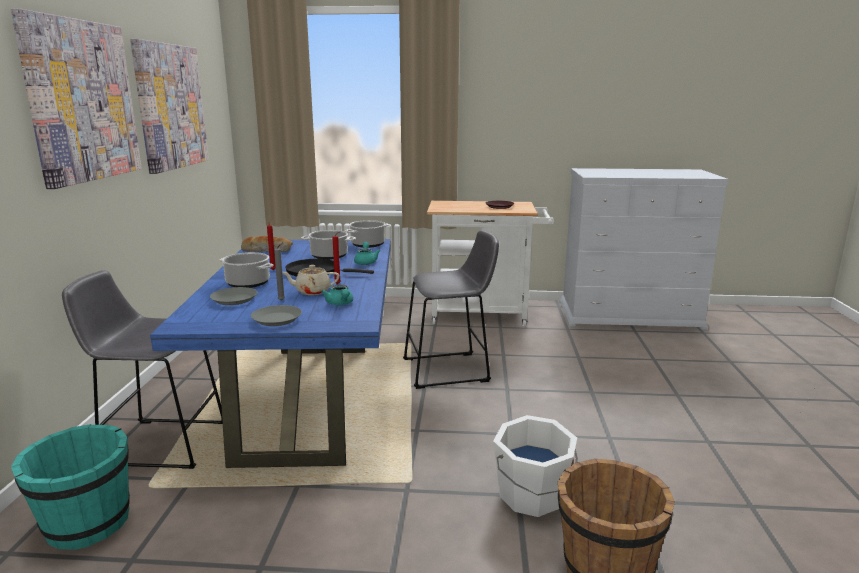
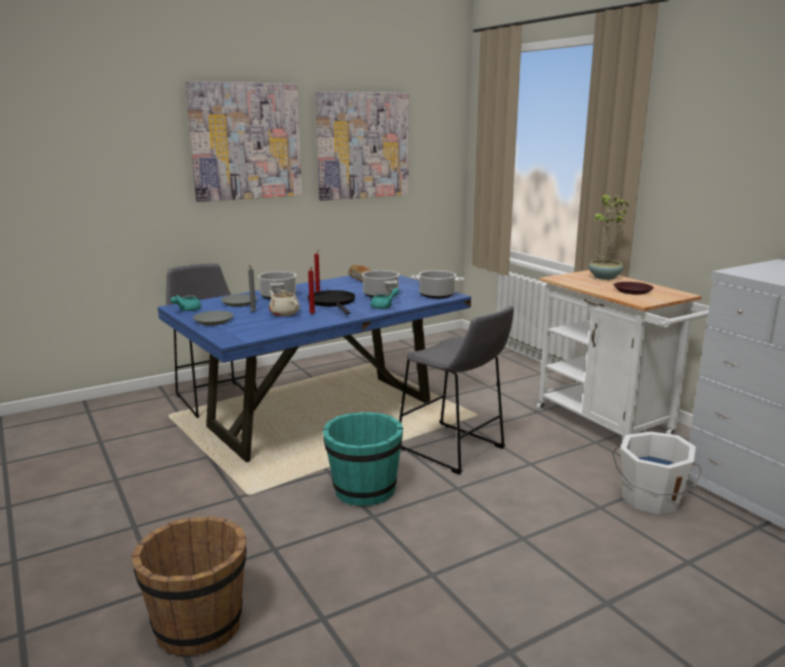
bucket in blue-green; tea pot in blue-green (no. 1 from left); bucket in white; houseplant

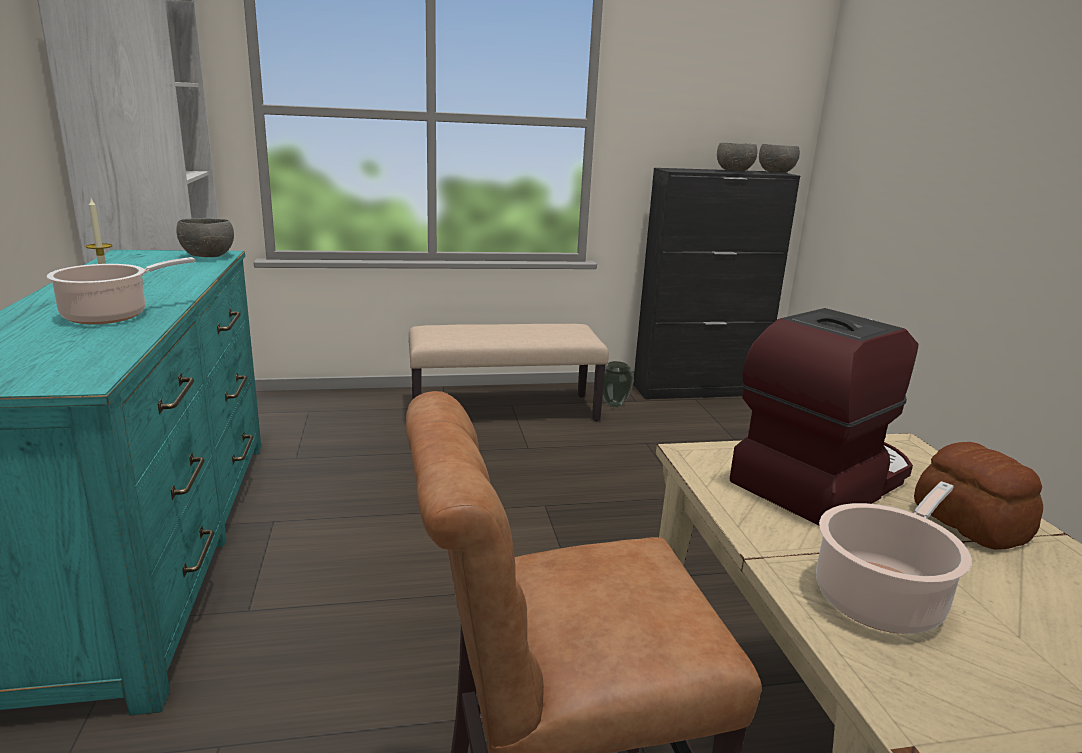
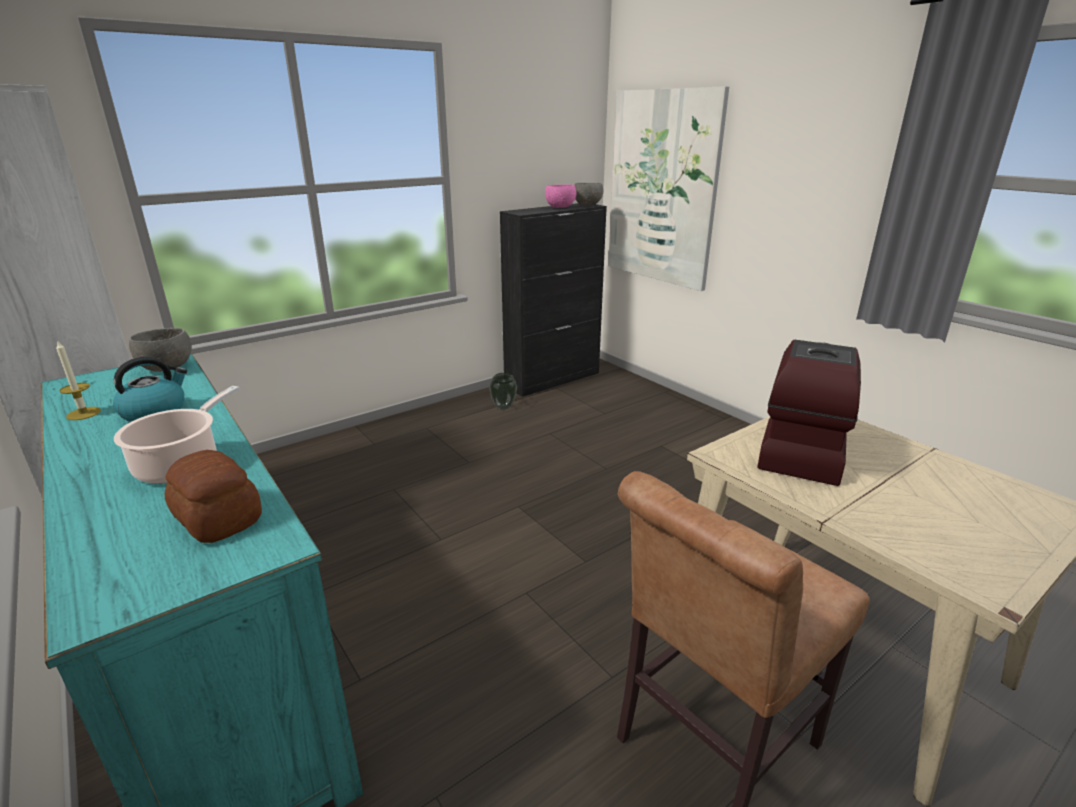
long seat in sand-coloured; serving bowl in pink; saucepot (no. 2 from left in the first image); bread; tea kettle; picture

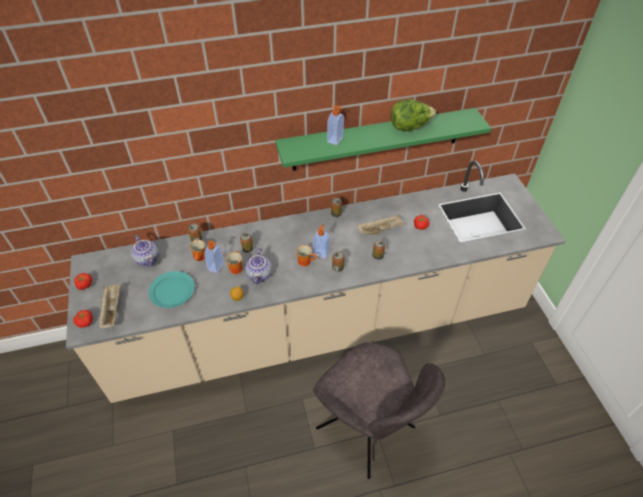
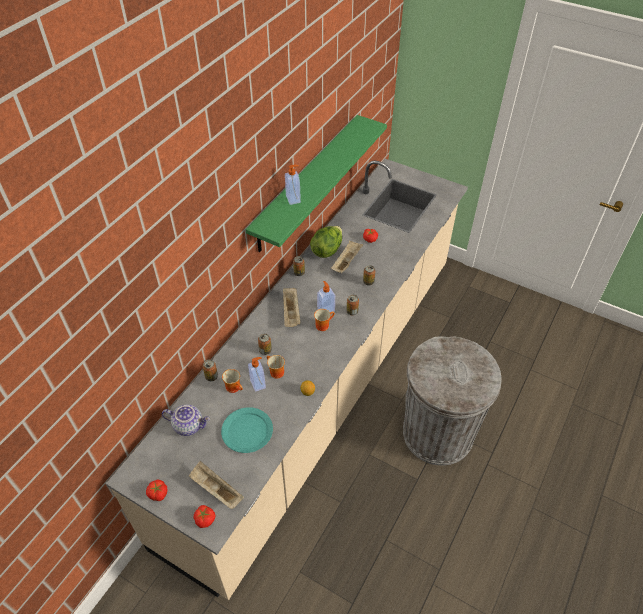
tea pot (no. 2 from left in the first image); waste bin in grey; lettuce; serving tray in sand-coloured (no. 2 from left)

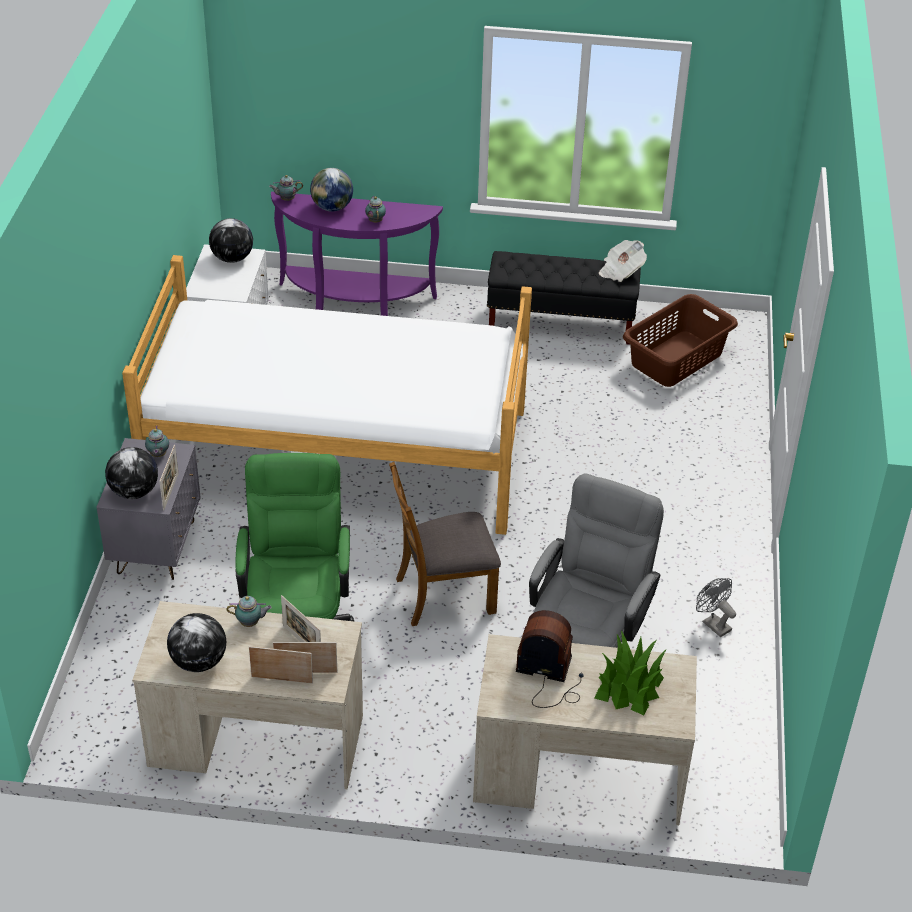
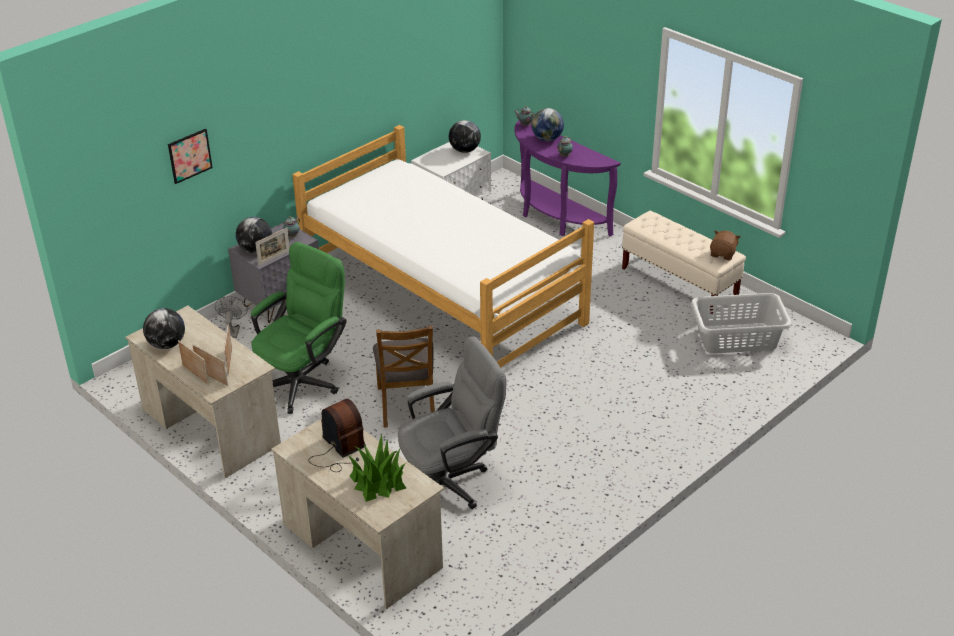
tea pot (no. 2 from left in the first image); plain chair in brownish; long seat in sand-coloured; plush toy in brownish; laundry basket in grey; fan in grey; picture

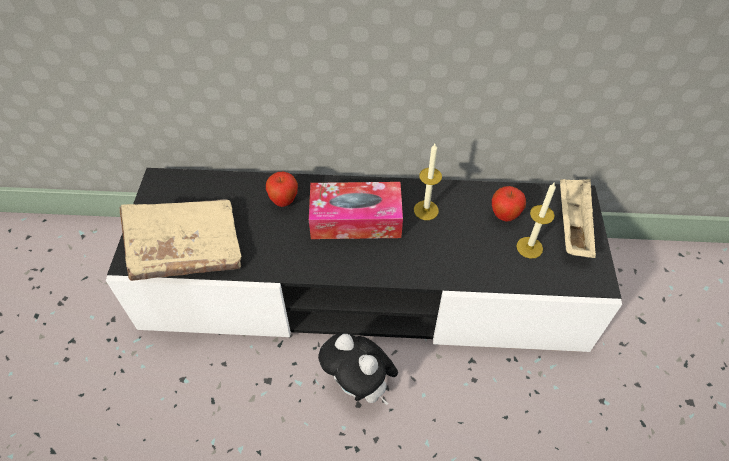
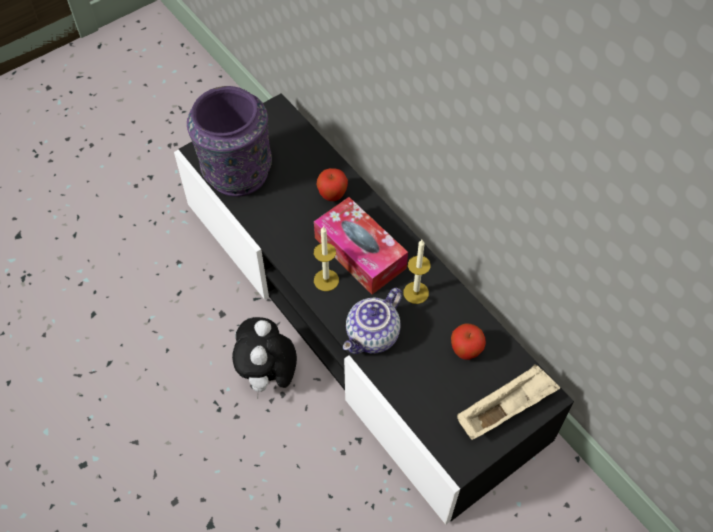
vase in purplish; wax light (no. 1 from left); tea pot

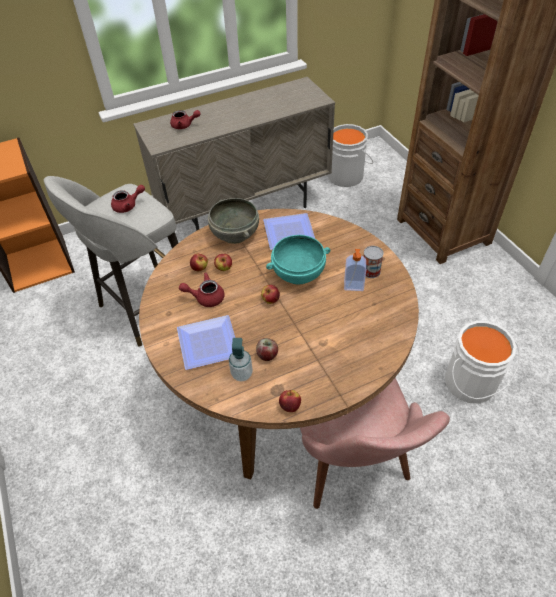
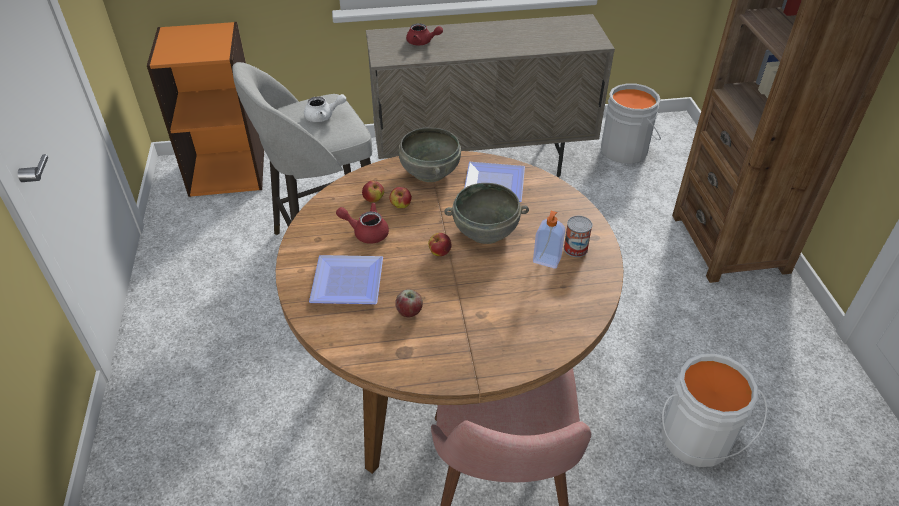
tea pot in white; soap bottle (no. 1 from left in the first image); serving bowl in grey (no. 2 from left); apple (no. 5 from left in the first image)

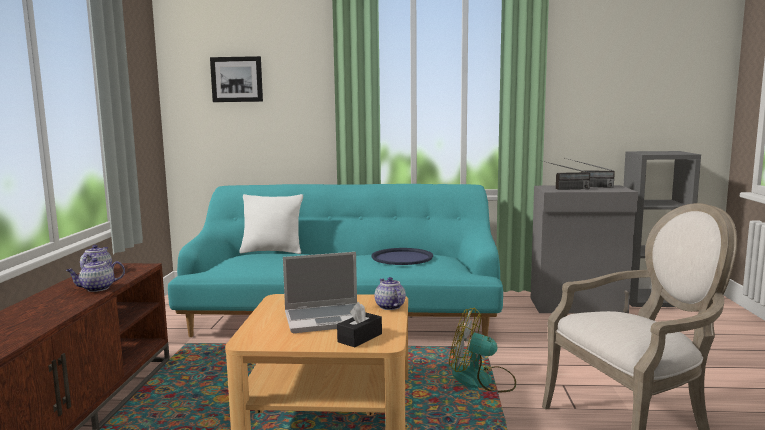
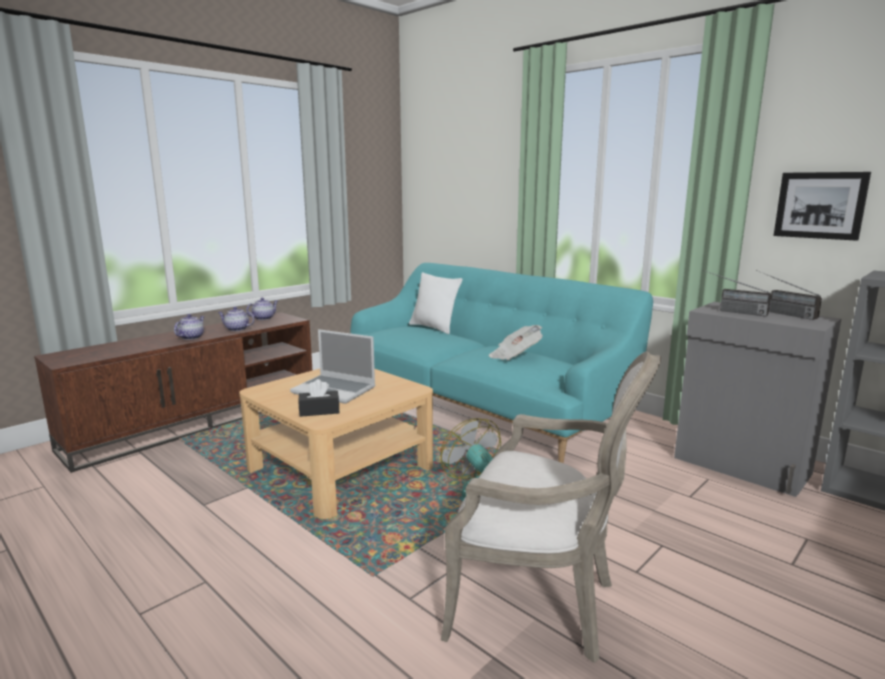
picture; printed paper; tea pot (no. 1 from left)

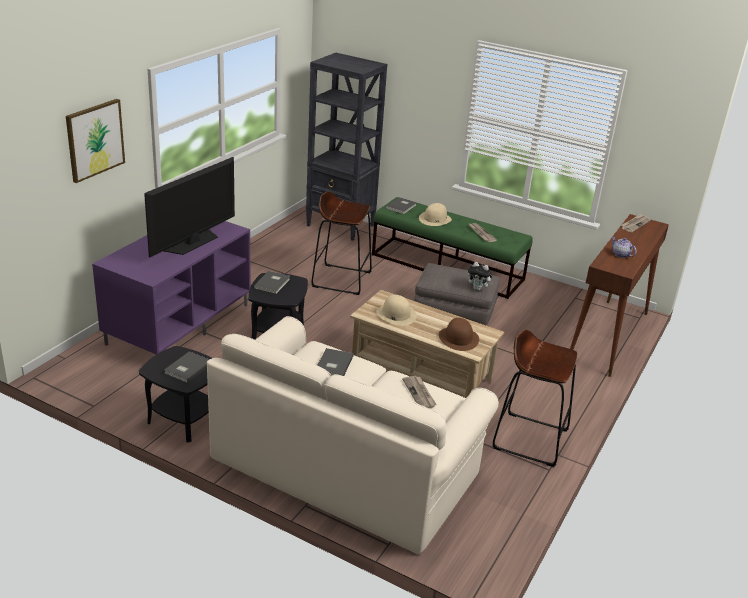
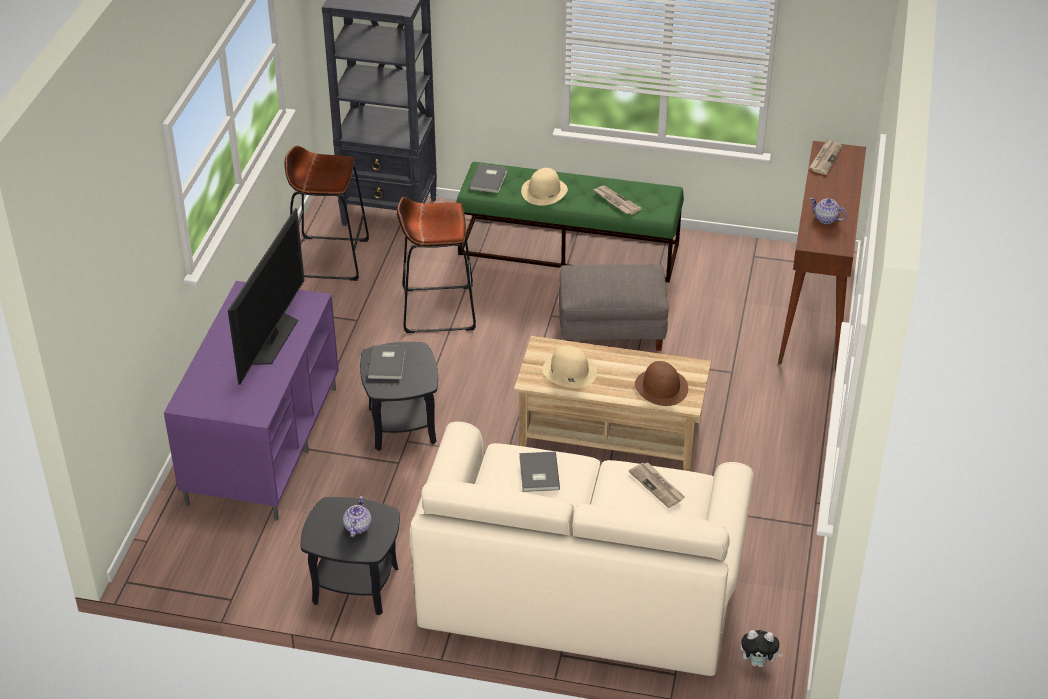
picture; tea pot (no. 1 from left); plush toy; stool in brownish (no. 1 from left)

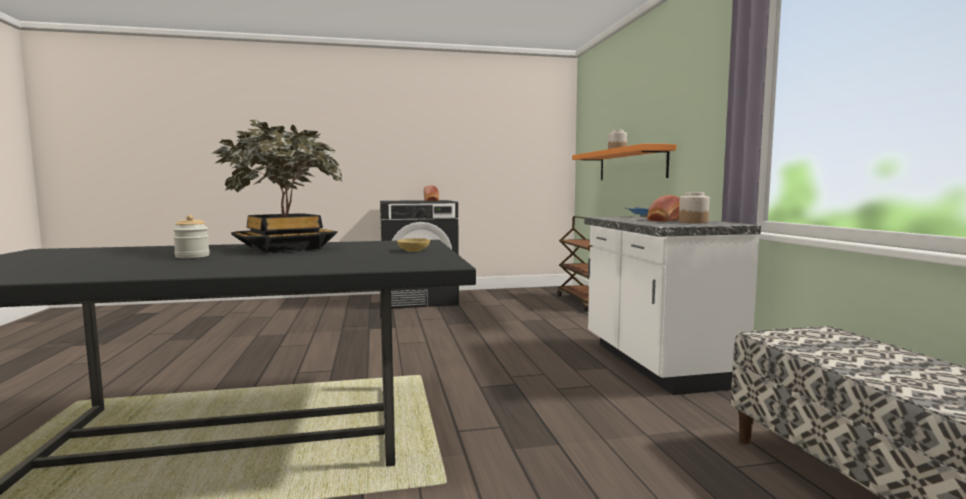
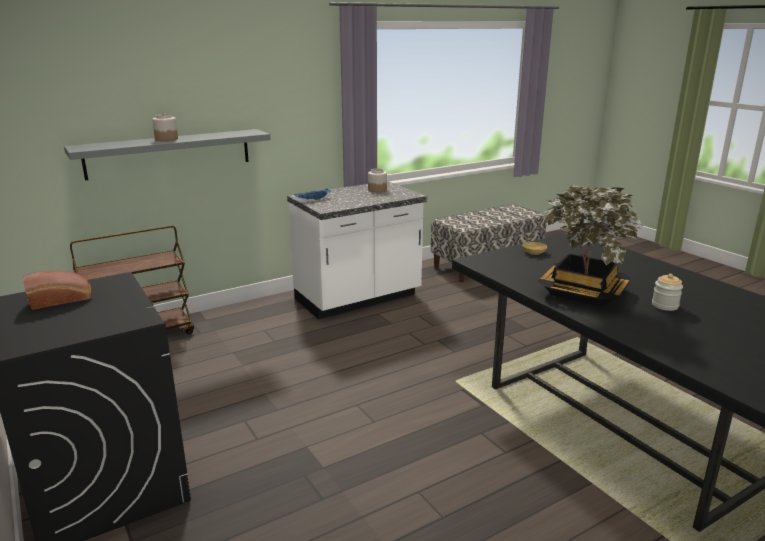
shelf in grey; bread (no. 2 from left in the first image)

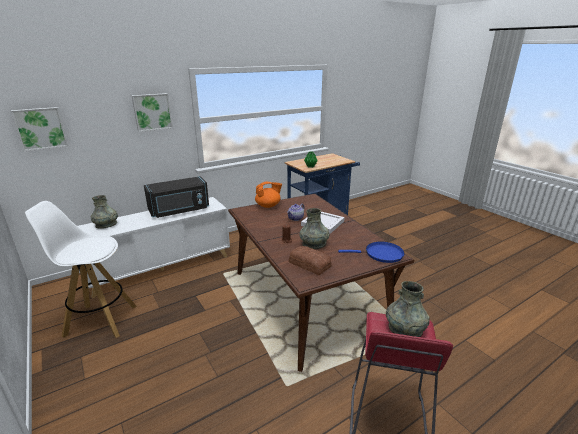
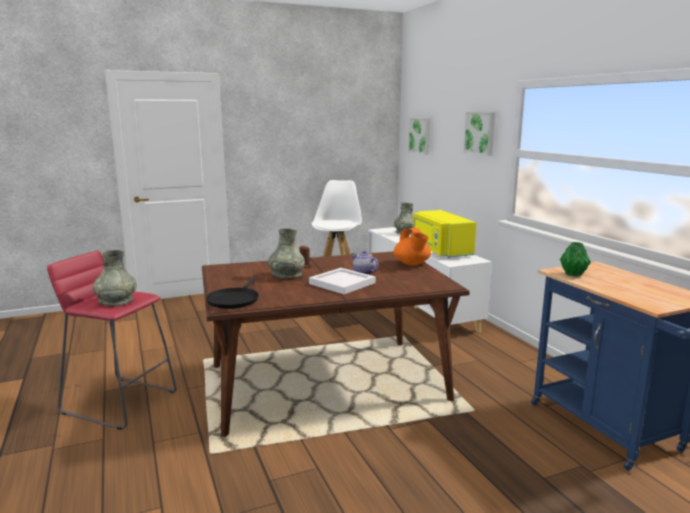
microwave oven in yellow; bread; pan in blackish

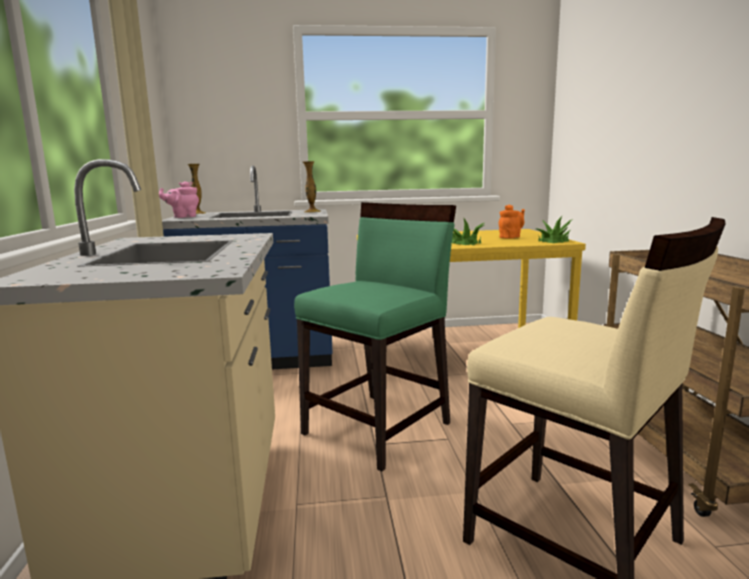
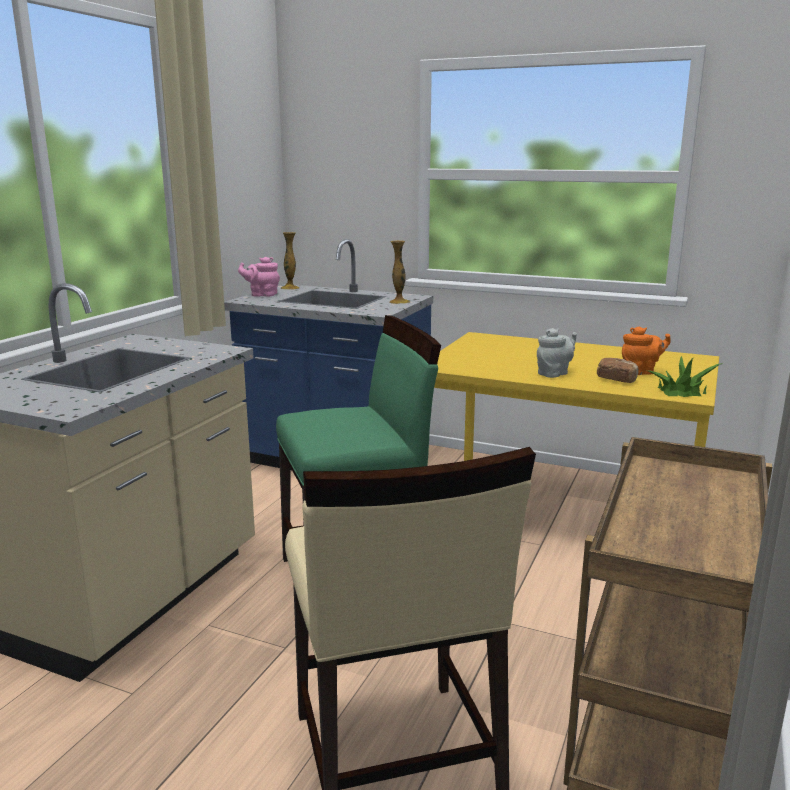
tea pot in grey; bread

